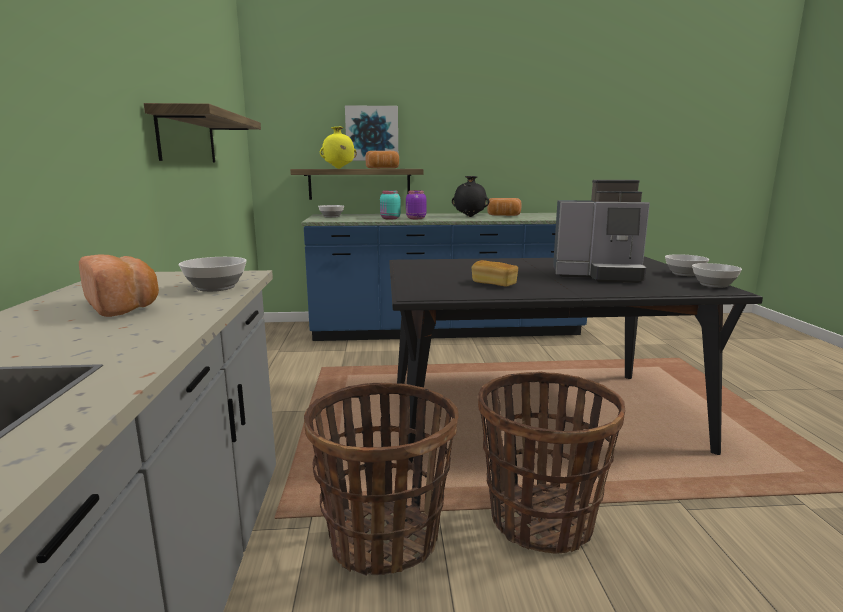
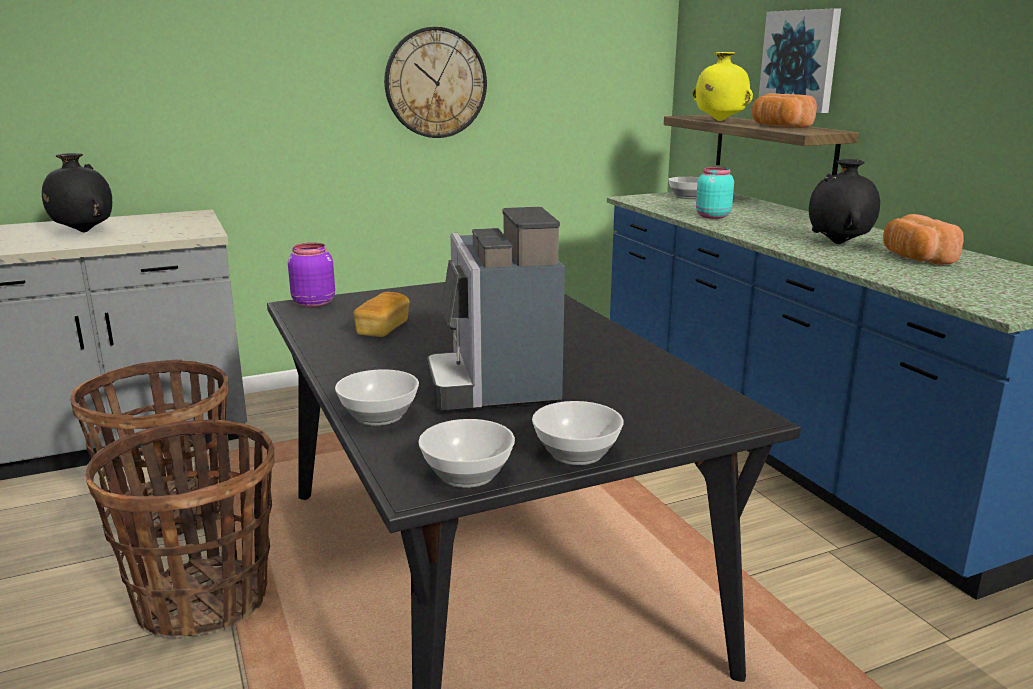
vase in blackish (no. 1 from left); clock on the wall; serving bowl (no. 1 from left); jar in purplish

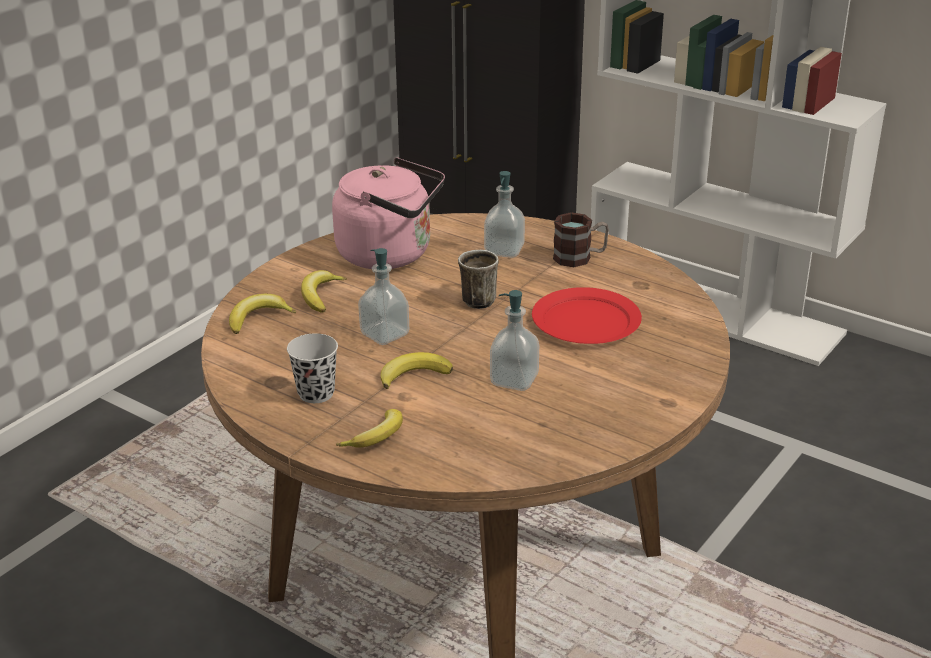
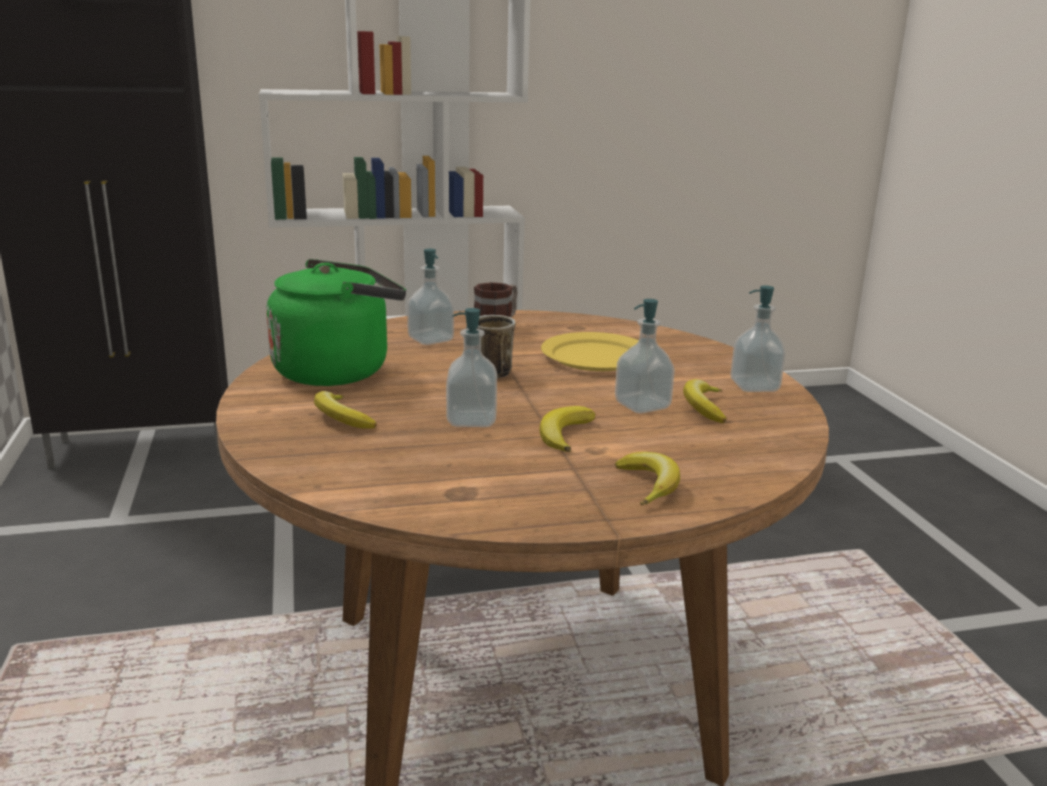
banana (no. 4 from left); cup in blackish; tea kettle in green-coloured; dinner plate in yellow; soap bottle (no. 4 from left)

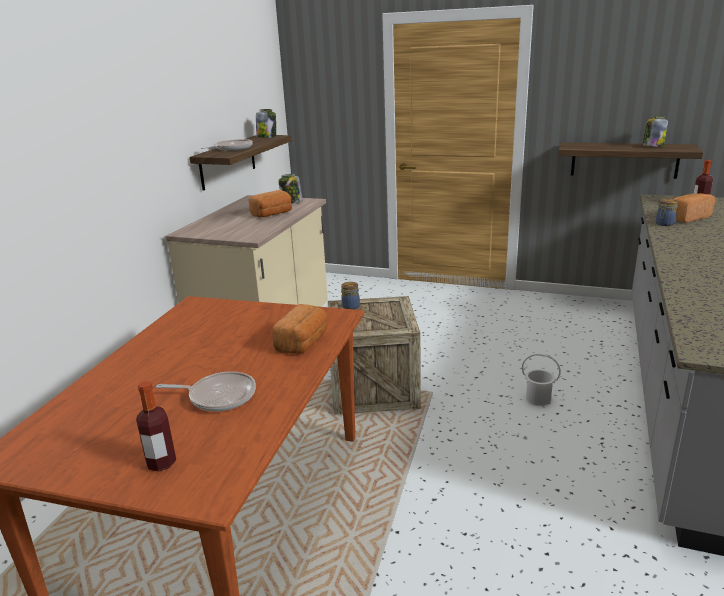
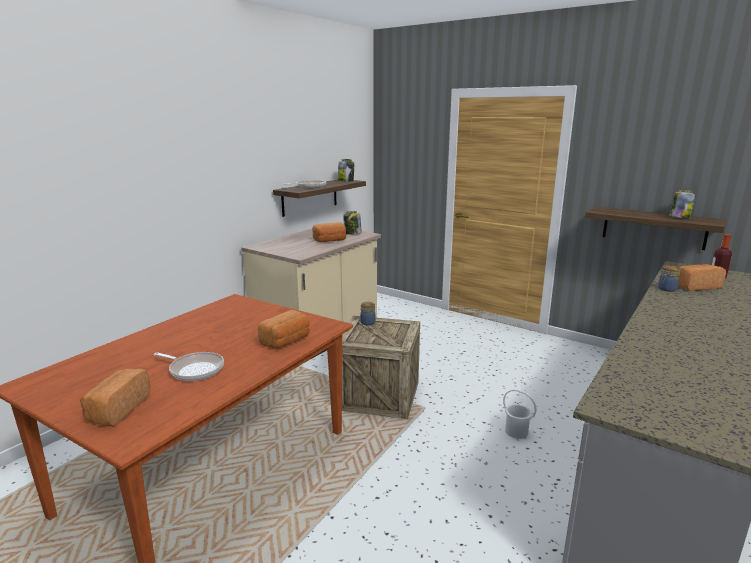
bread (no. 1 from left)

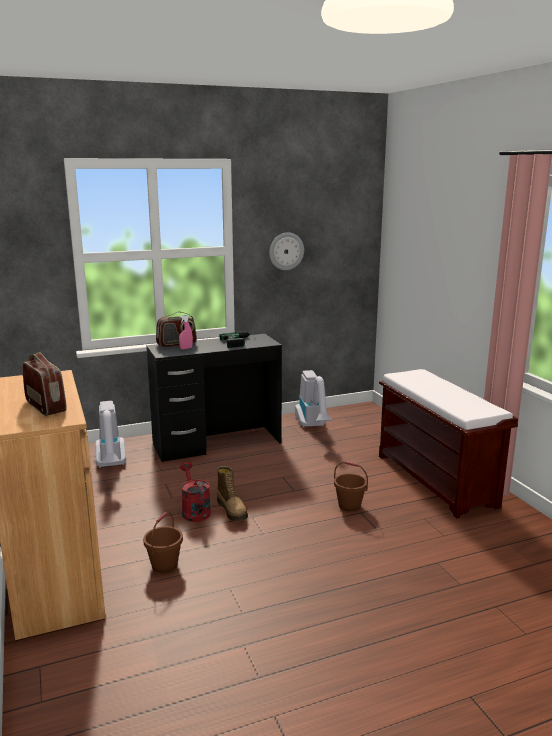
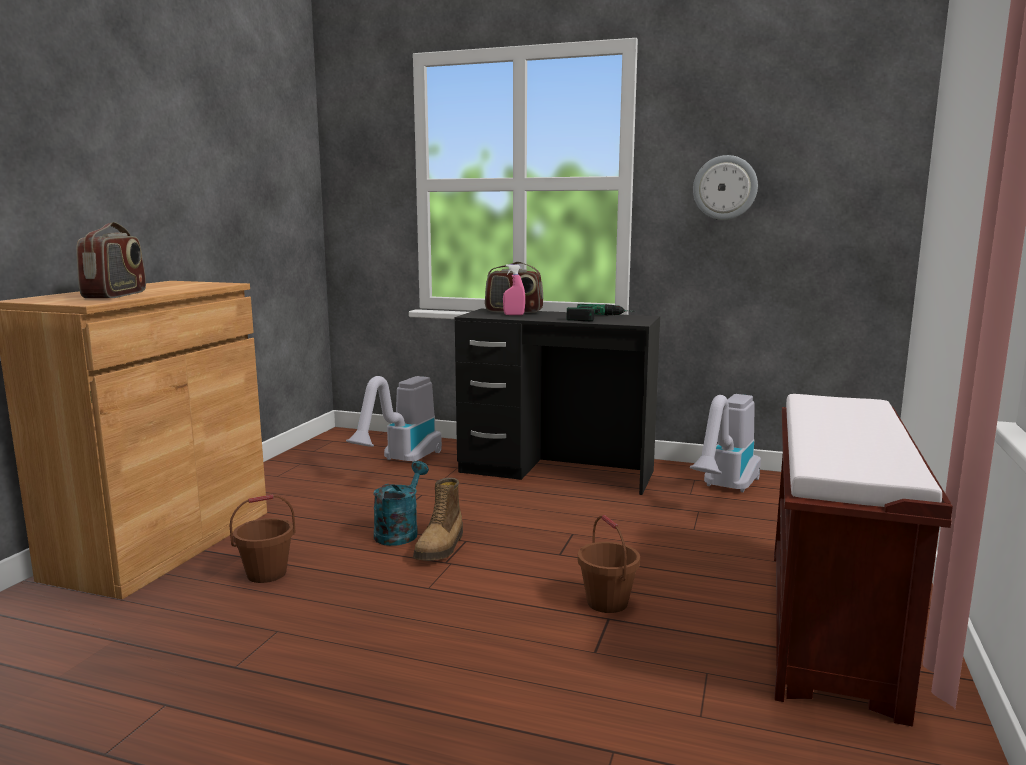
watering can in blue-green

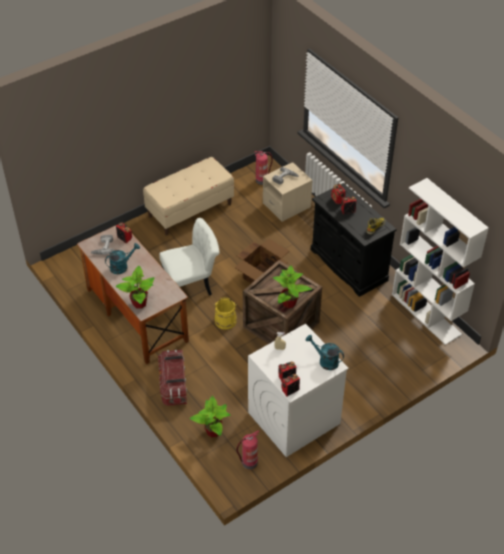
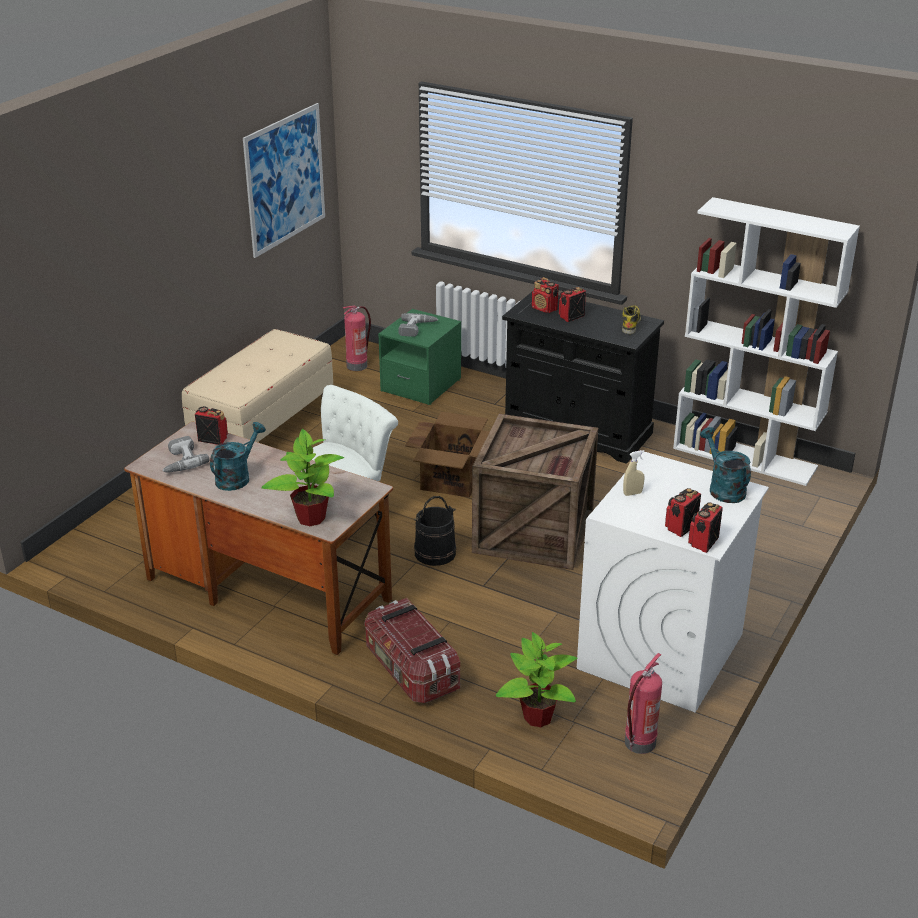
bucket in blackish; bedside table in green-coloured; houseplant (no. 3 from left in the first image); watering can in blue-green (no. 2 from left); picture

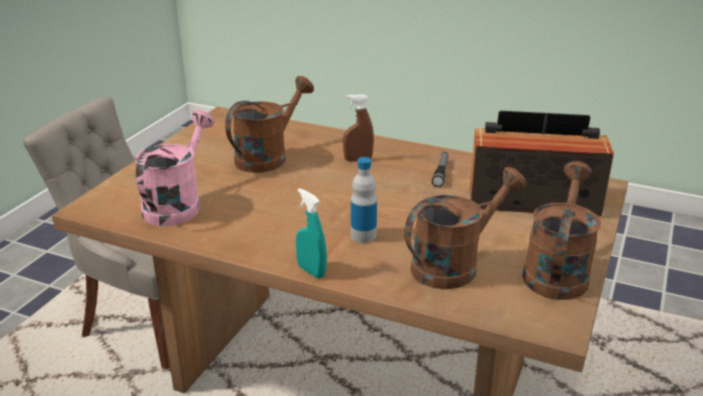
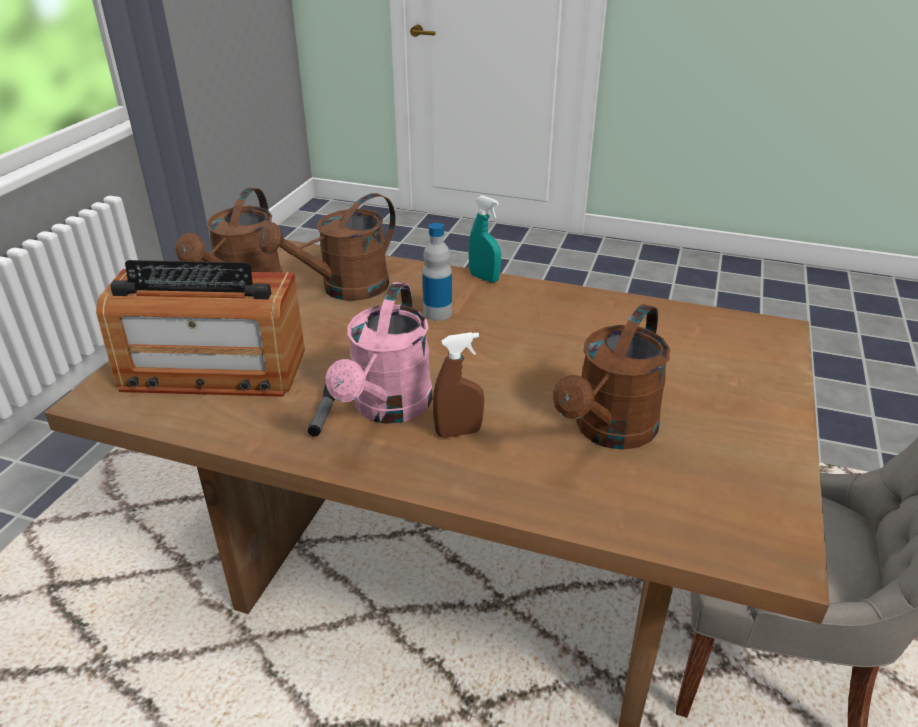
watering can in pink

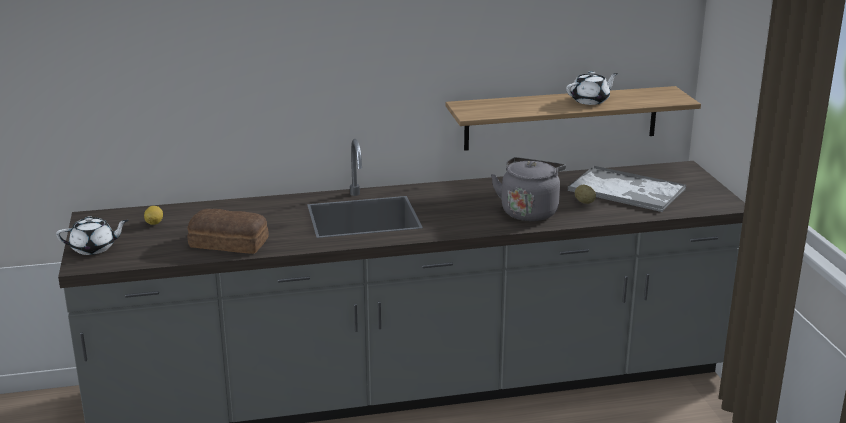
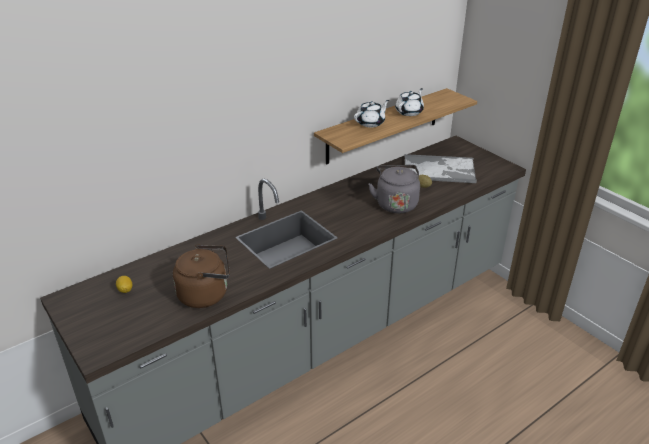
tea pot in white (no. 1 from left); tea kettle in brownish

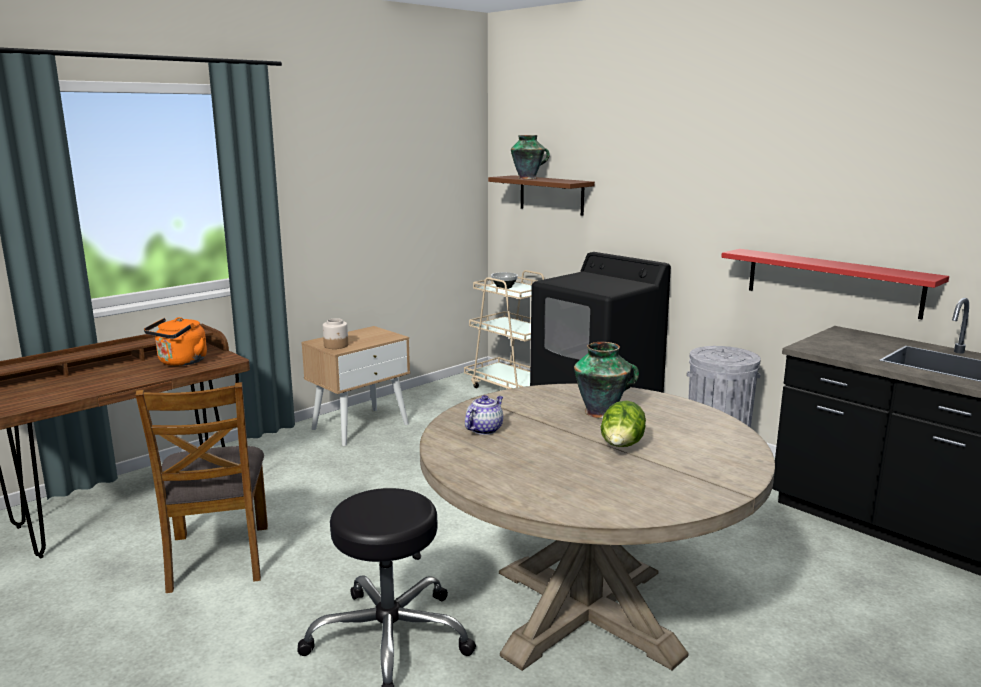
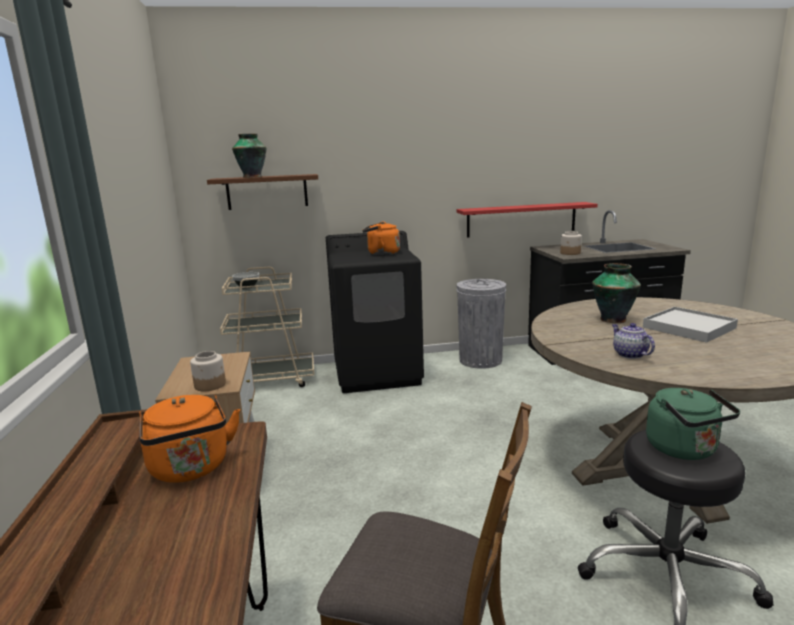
serving tray in white; tea kettle in orangey (no. 2 from left); jar (no. 2 from left); tea kettle in green-coloured

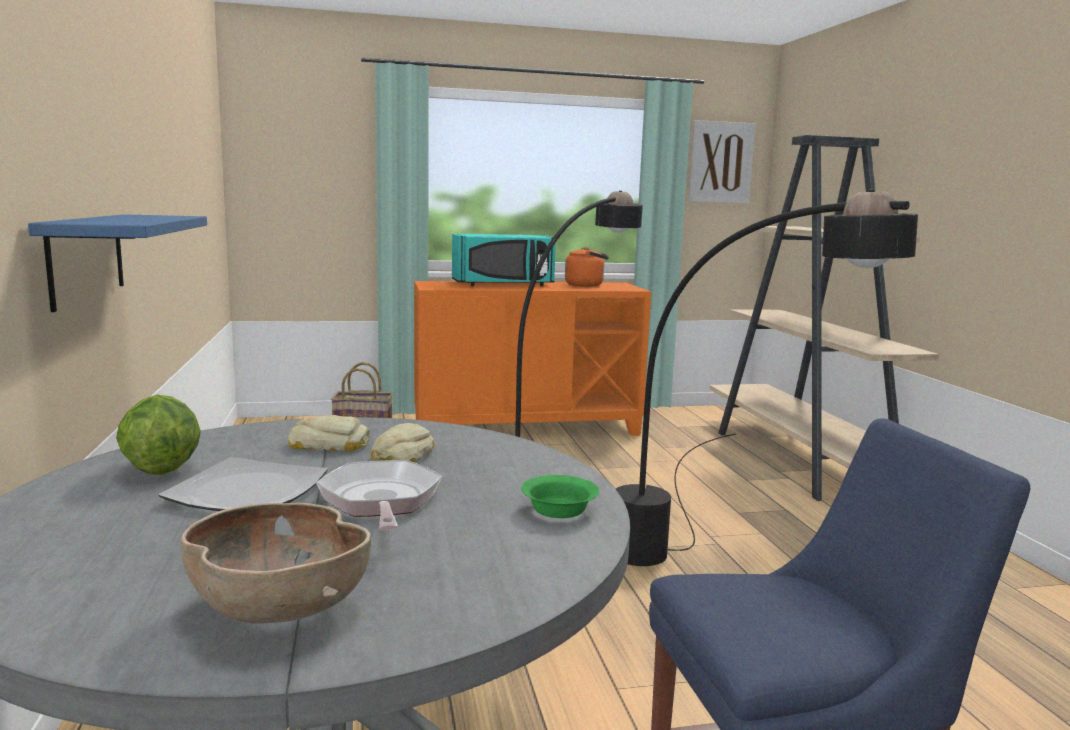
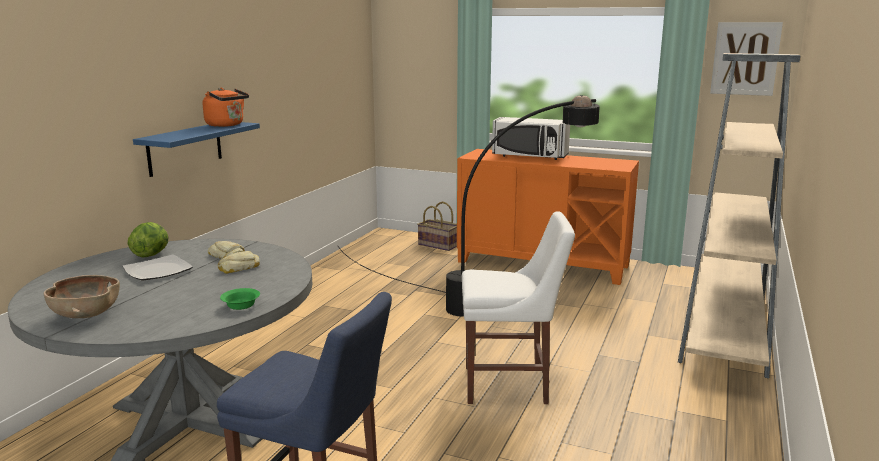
pan; microwave oven in white; tea kettle in orangey; plain chair in white

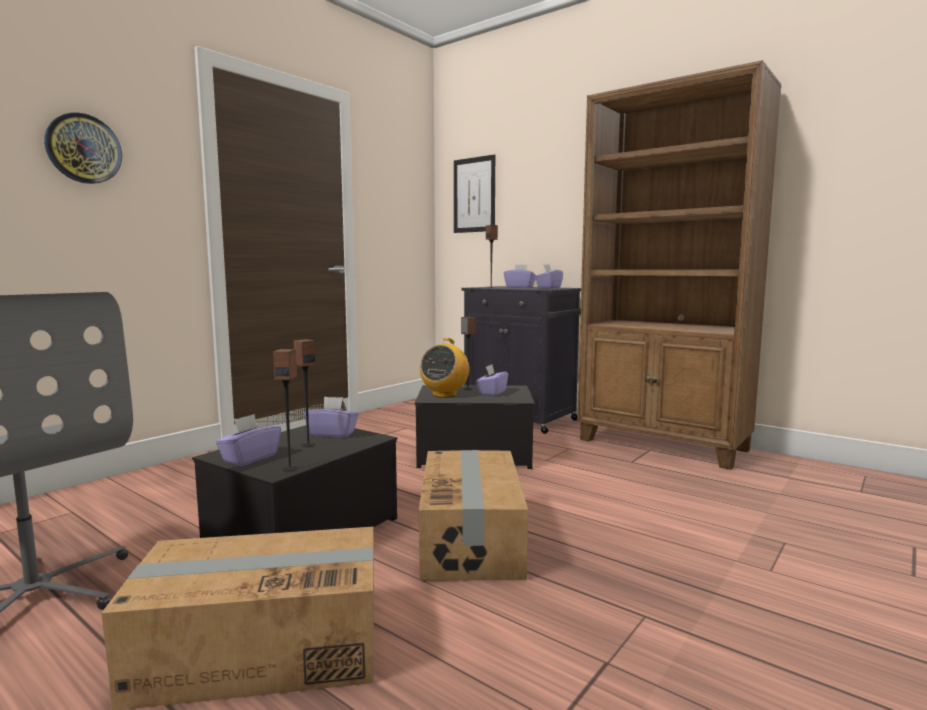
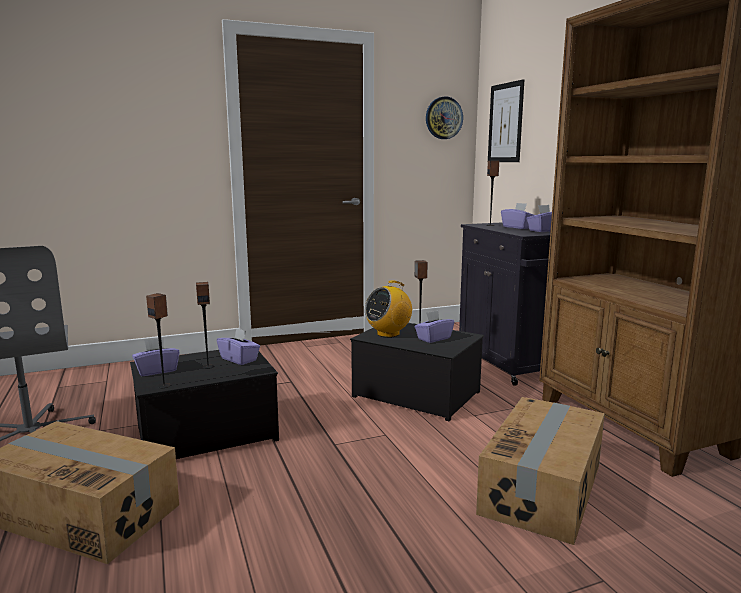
clock on the wall; cardboard box (no. 2 from left)

